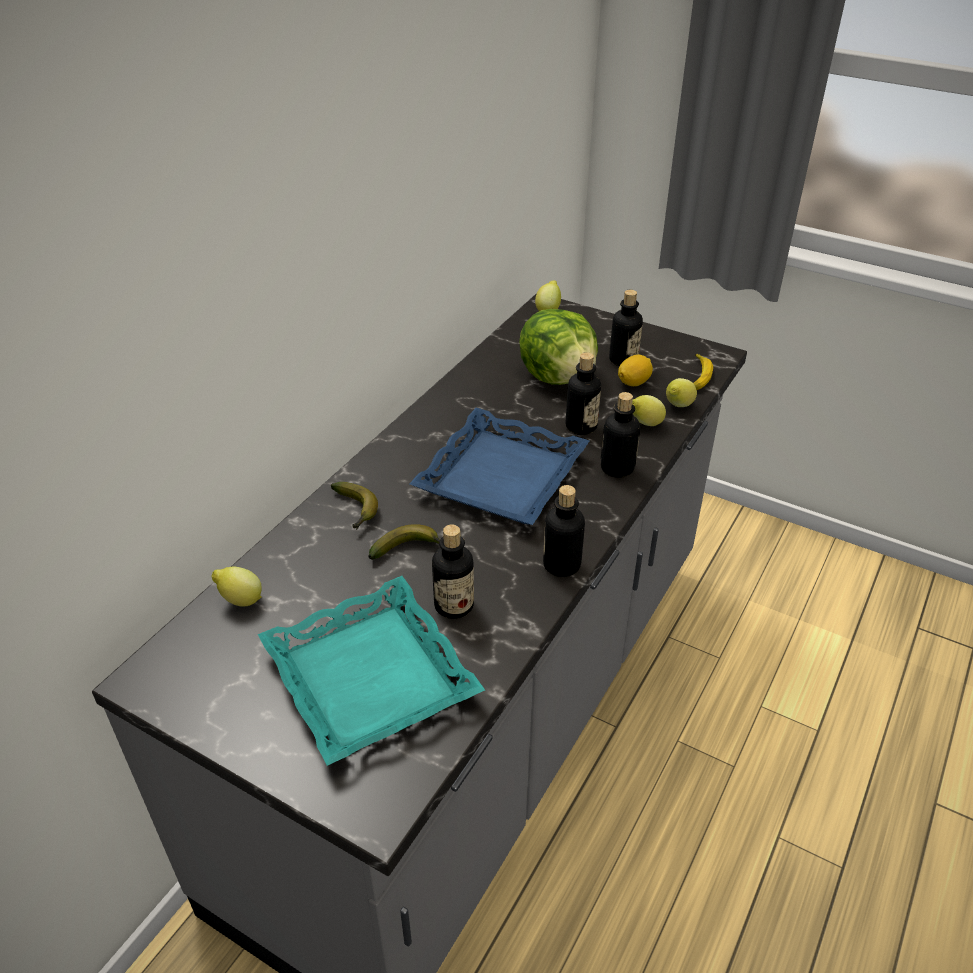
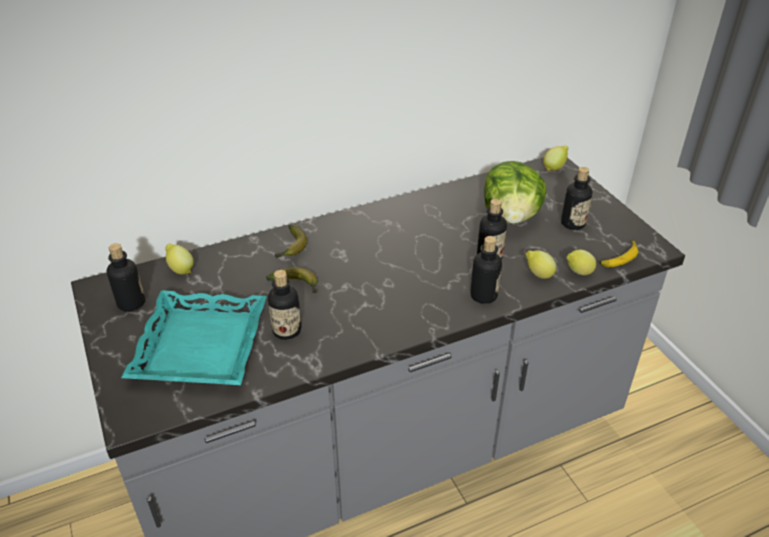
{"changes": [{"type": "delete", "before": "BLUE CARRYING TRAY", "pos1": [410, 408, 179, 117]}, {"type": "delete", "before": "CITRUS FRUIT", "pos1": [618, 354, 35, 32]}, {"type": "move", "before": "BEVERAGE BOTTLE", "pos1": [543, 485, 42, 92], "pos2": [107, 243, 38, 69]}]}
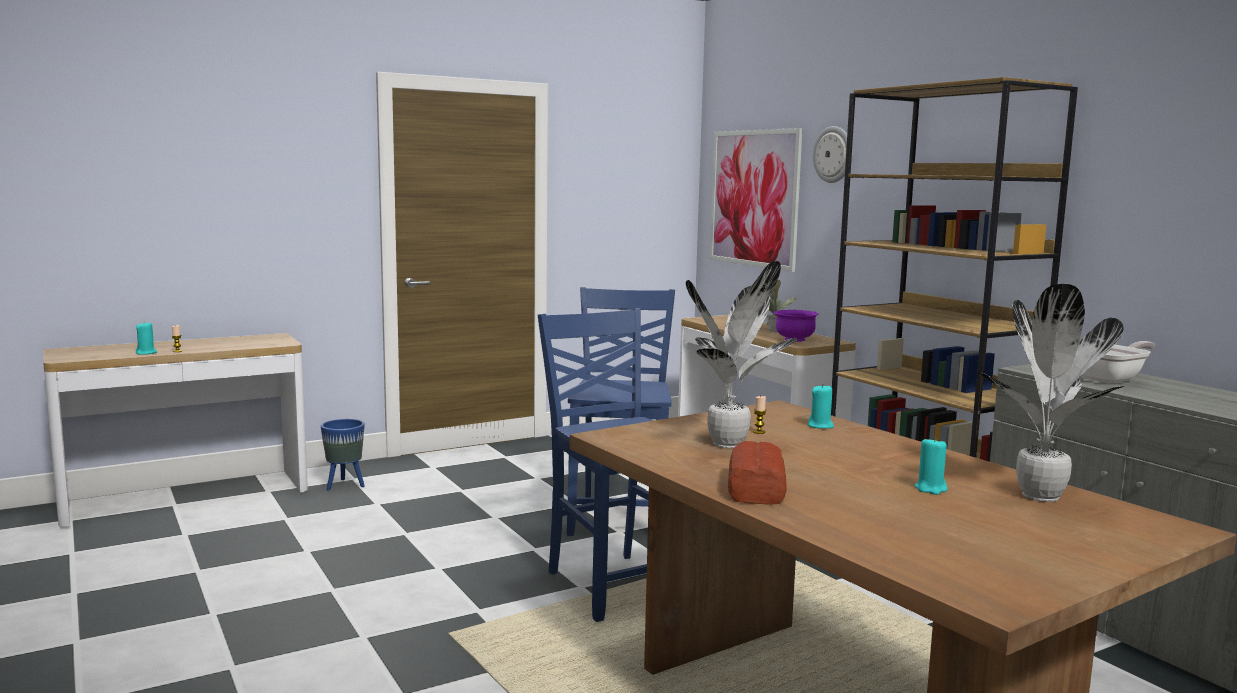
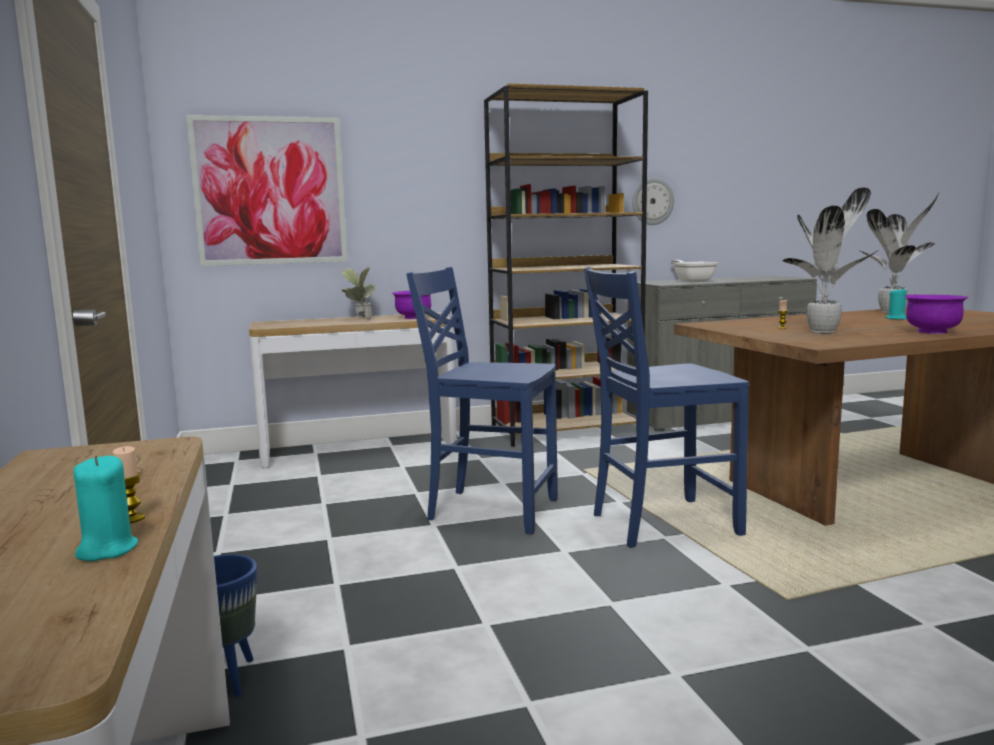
{"changes": [{"type": "delete", "before": "TURQUOISE-COLOURED CANDLE", "pos1": [808, 384, 26, 45]}, {"type": "move", "before": "HANGING CLOCK", "pos1": [813, 126, 39, 57], "pos2": [632, 178, 42, 47]}, {"type": "replace", "before": "BREAD", "after": "PURPLE-COLOURED BOWL", "pos1": [728, 441, 59, 64], "pos2": [903, 295, 66, 39]}]}
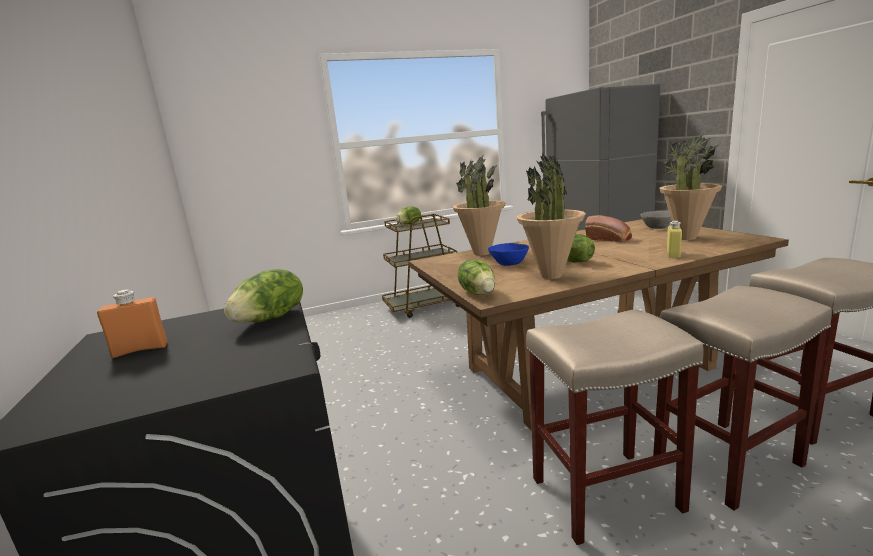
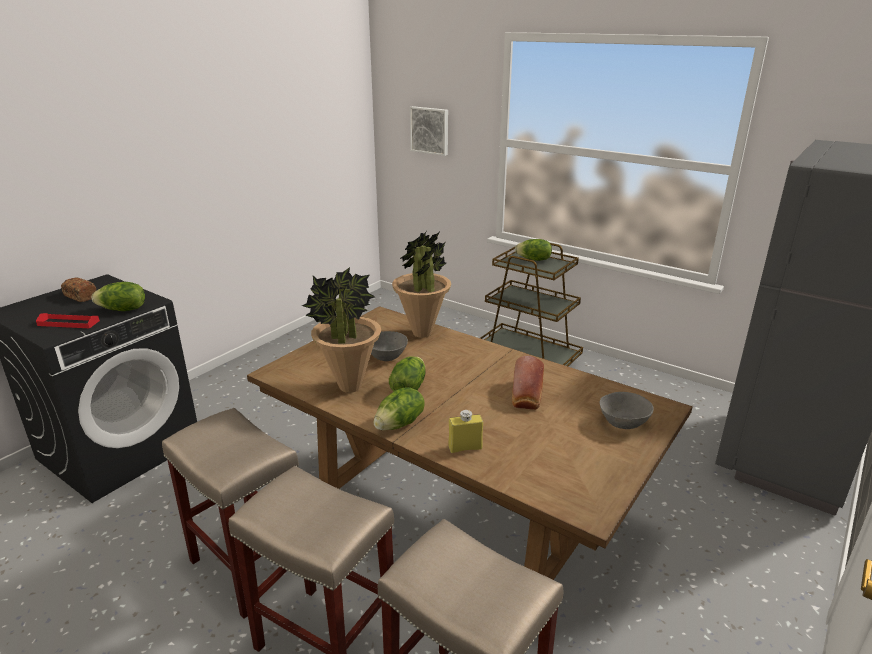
{"changes": [{"type": "delete", "before": "PLANT IN A POT", "pos1": [659, 133, 63, 107]}, {"type": "insert", "after": "RED CARRYING TRAY", "pos2": [36, 313, 64, 15]}, {"type": "insert", "after": "WALL PICTURE", "pos2": [410, 106, 38, 50]}, {"type": "move", "before": "LETTUCE HEAD", "pos1": [458, 260, 37, 35], "pos2": [374, 387, 51, 43]}, {"type": "replace", "before": "ORANGE BEVERAGE BOTTLE", "after": "BREAD", "pos1": [97, 289, 70, 69], "pos2": [61, 277, 36, 25]}, {"type": "recolor", "before": "BLUE BOWL", "after": "GREYISH BOWL", "pos1": [488, 243, 41, 23], "pos2": [371, 331, 37, 30]}]}
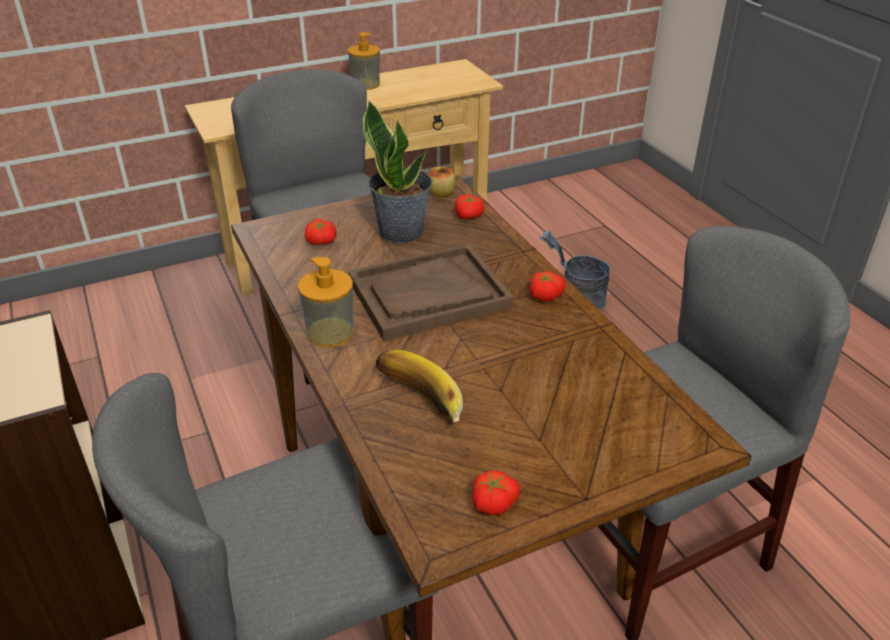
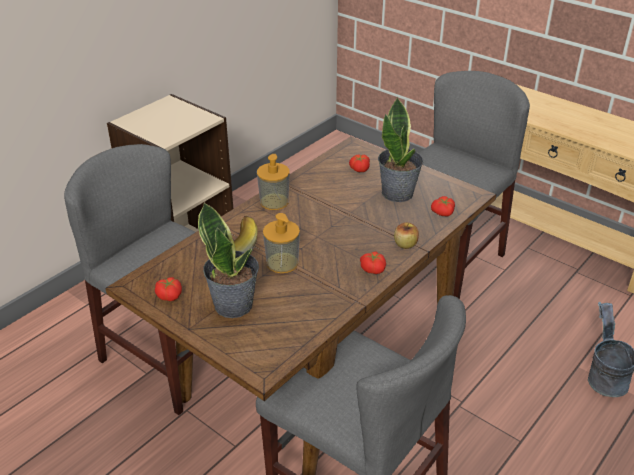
{"changes": [{"type": "delete", "before": "BROWNISH CARRYING TRAY", "pos1": [348, 244, 166, 97]}, {"type": "insert", "after": "PLANT IN A POT", "pos2": [198, 202, 61, 116]}, {"type": "move", "before": "SOAP BOTTLE", "pos1": [348, 32, 32, 58], "pos2": [263, 213, 37, 60]}, {"type": "move", "before": "APPLE FRUIT", "pos1": [428, 165, 28, 33], "pos2": [394, 222, 25, 27]}]}
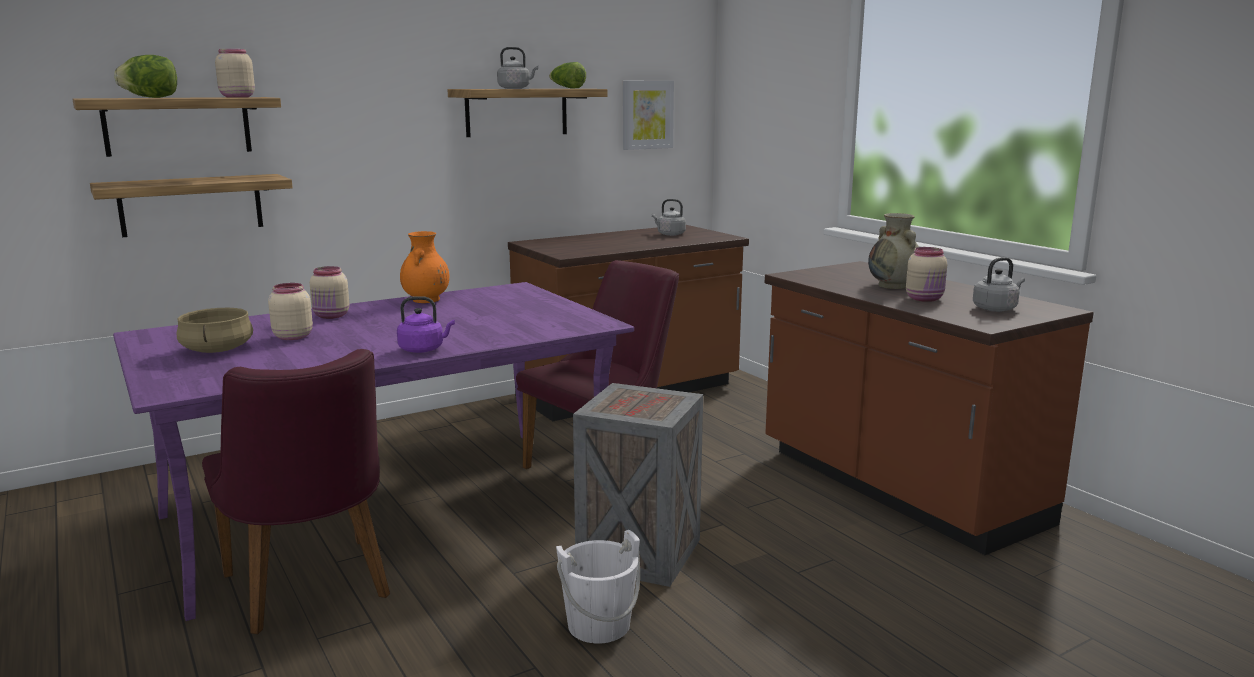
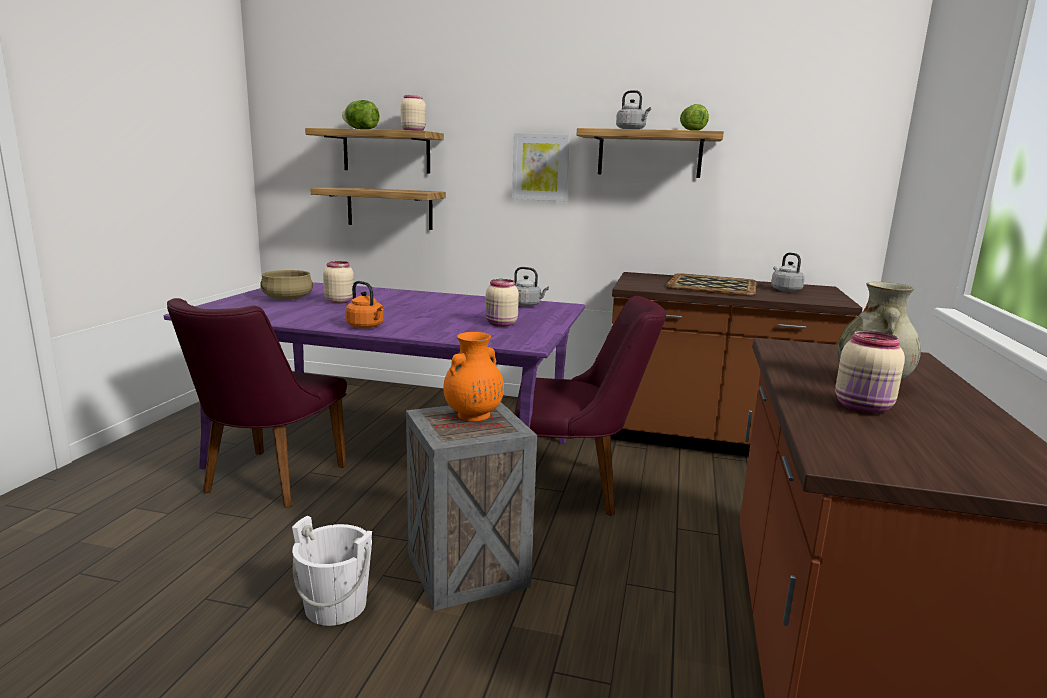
{"changes": [{"type": "insert", "after": "CARRYING TRAY", "pos2": [665, 273, 92, 23]}, {"type": "move", "before": "SAND-COLOURED JAR", "pos1": [310, 266, 39, 53], "pos2": [485, 279, 34, 48]}, {"type": "move", "before": "ORANGE VASE", "pos1": [400, 231, 50, 72], "pos2": [443, 332, 61, 90]}, {"type": "move", "before": "WALL PICTURE", "pos1": [623, 81, 51, 69], "pos2": [512, 133, 58, 68]}, {"type": "move", "before": "GREYISH TEA KETTLE", "pos1": [973, 257, 52, 55], "pos2": [514, 267, 35, 40]}, {"type": "recolor", "before": "PURPLE-COLOURED TEA KETTLE", "after": "ORANGE TEA KETTLE", "pos1": [397, 296, 58, 57], "pos2": [345, 281, 39, 47]}]}
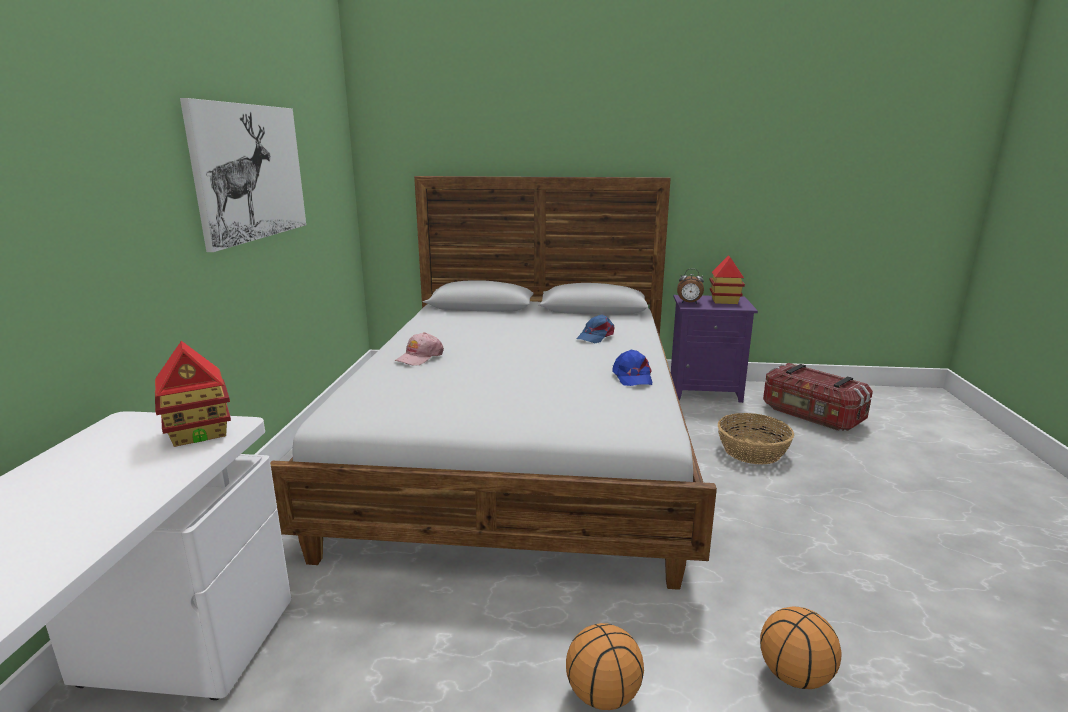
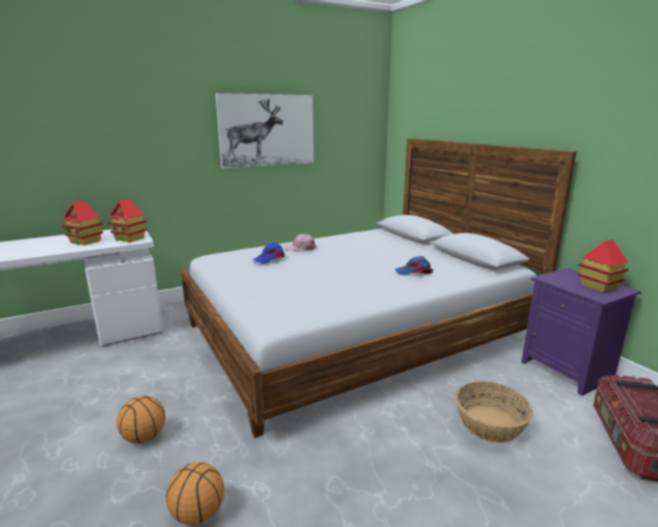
{"changes": [{"type": "delete", "before": "BEDSIDE CLOCK", "pos1": [677, 269, 27, 35]}, {"type": "insert", "after": "TOY HOUSE", "pos2": [62, 200, 41, 45]}, {"type": "move", "before": "BLUE CAP", "pos1": [612, 350, 40, 36], "pos2": [253, 242, 32, 22]}]}
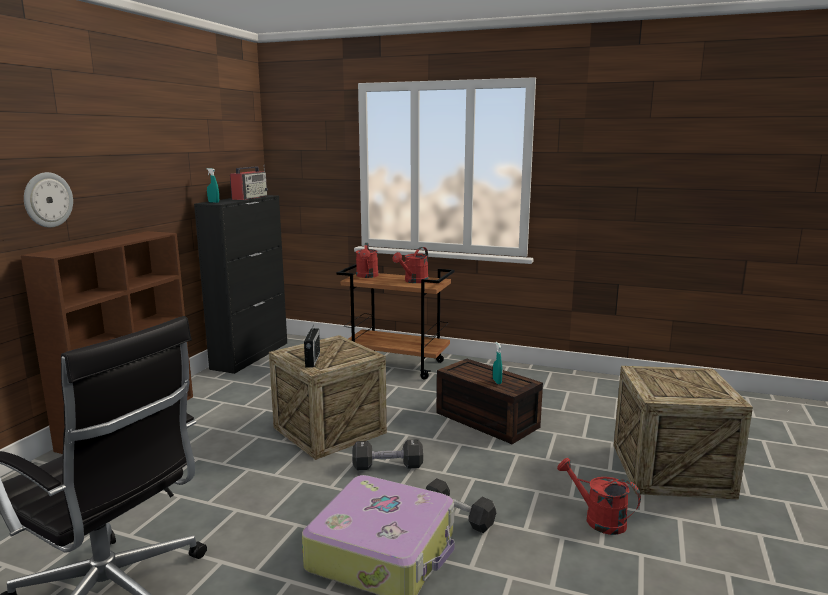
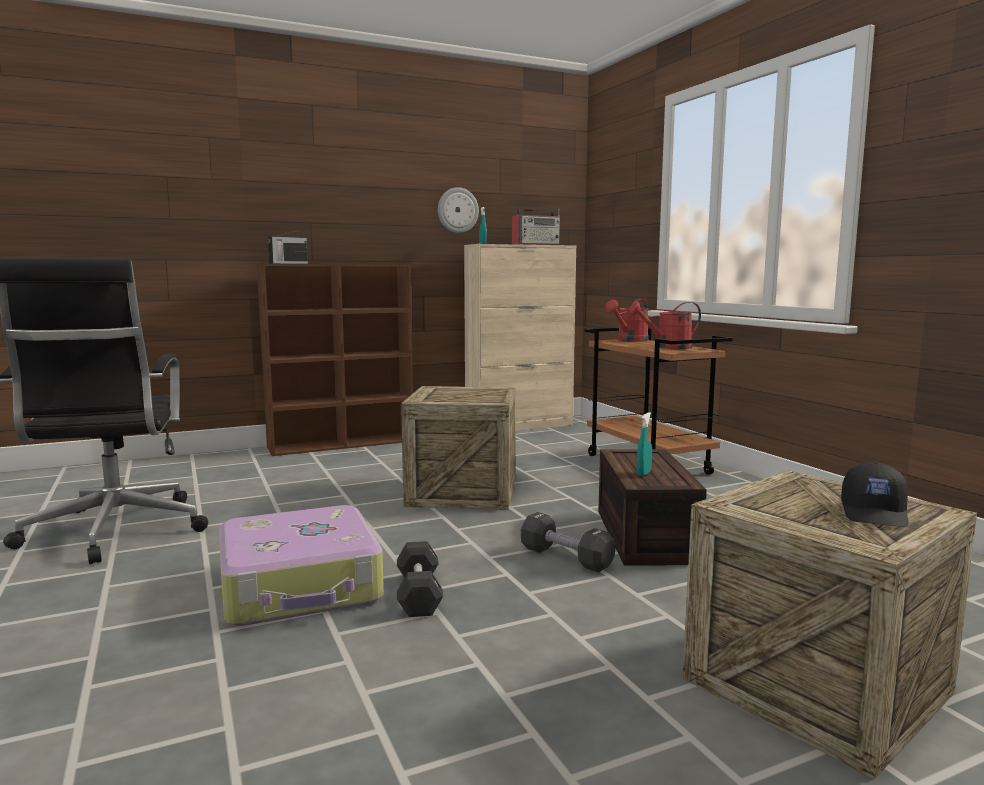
{"changes": [{"type": "delete", "before": "RED WATERING POT", "pos1": [557, 458, 84, 77]}, {"type": "insert", "after": "BLACKISH CAP", "pos2": [841, 462, 67, 65]}, {"type": "move", "before": "HANGING CLOCK", "pos1": [24, 172, 49, 56], "pos2": [438, 187, 41, 46]}, {"type": "move", "before": "RADIO SET", "pos1": [304, 325, 16, 42], "pos2": [267, 230, 41, 34]}, {"type": "move", "before": "BLACKISH HAND WEIGHT", "pos1": [352, 440, 71, 30], "pos2": [521, 512, 94, 60]}, {"type": "recolor", "before": "BLACKISH CABINET", "after": "SAND-COLOURED CABINET", "pos1": [194, 195, 93, 179], "pos2": [464, 244, 112, 187]}]}
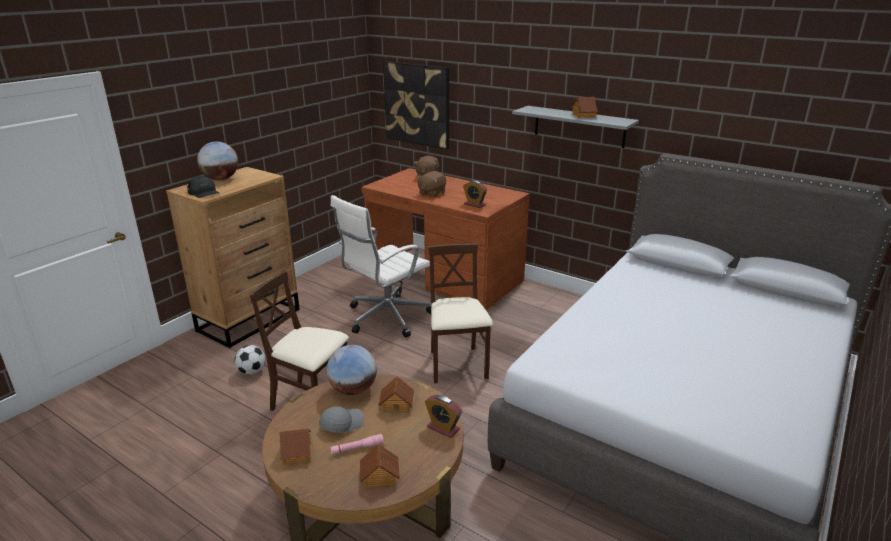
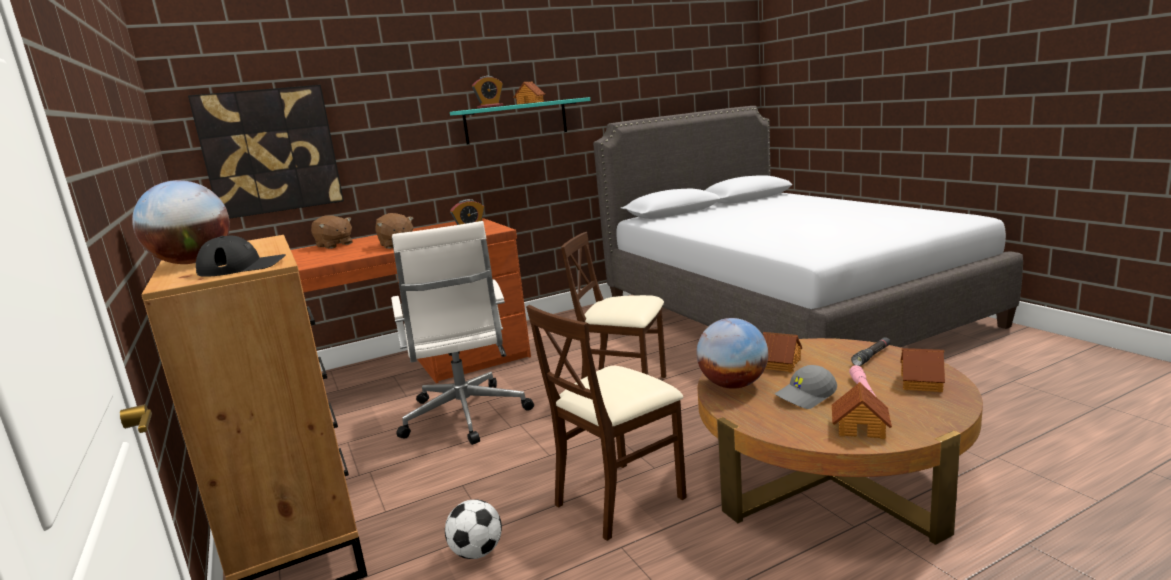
{"changes": [{"type": "insert", "after": "BLACKISH FLASHLIGHT", "pos2": [851, 337, 40, 29]}, {"type": "move", "before": "BEDSIDE CLOCK", "pos1": [425, 395, 37, 43], "pos2": [472, 76, 31, 32]}, {"type": "recolor", "before": "GREYISH BRACKET SHELF", "after": "TURQUOISE-COLOURED BRACKET SHELF", "pos1": [512, 106, 127, 42], "pos2": [450, 97, 140, 47]}, {"type": "rotate", "before": "GREYISH CAP", "pos1": [319, 406, 45, 27], "pos2": [775, 365, 62, 44], "turn": -105}]}
